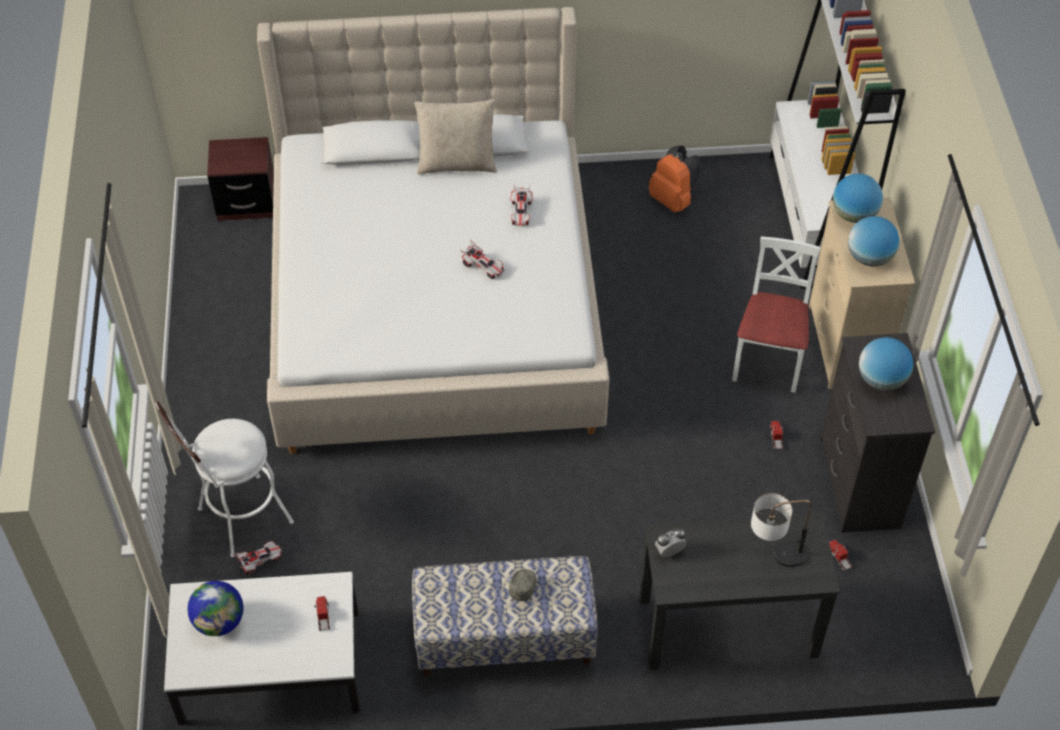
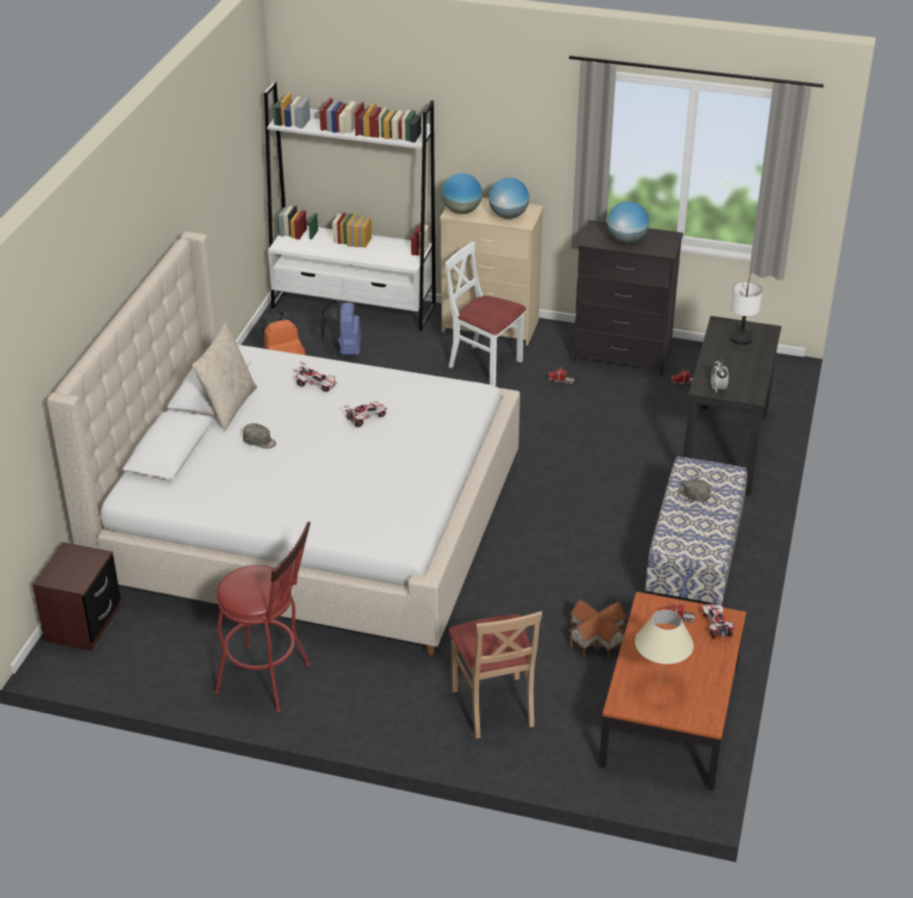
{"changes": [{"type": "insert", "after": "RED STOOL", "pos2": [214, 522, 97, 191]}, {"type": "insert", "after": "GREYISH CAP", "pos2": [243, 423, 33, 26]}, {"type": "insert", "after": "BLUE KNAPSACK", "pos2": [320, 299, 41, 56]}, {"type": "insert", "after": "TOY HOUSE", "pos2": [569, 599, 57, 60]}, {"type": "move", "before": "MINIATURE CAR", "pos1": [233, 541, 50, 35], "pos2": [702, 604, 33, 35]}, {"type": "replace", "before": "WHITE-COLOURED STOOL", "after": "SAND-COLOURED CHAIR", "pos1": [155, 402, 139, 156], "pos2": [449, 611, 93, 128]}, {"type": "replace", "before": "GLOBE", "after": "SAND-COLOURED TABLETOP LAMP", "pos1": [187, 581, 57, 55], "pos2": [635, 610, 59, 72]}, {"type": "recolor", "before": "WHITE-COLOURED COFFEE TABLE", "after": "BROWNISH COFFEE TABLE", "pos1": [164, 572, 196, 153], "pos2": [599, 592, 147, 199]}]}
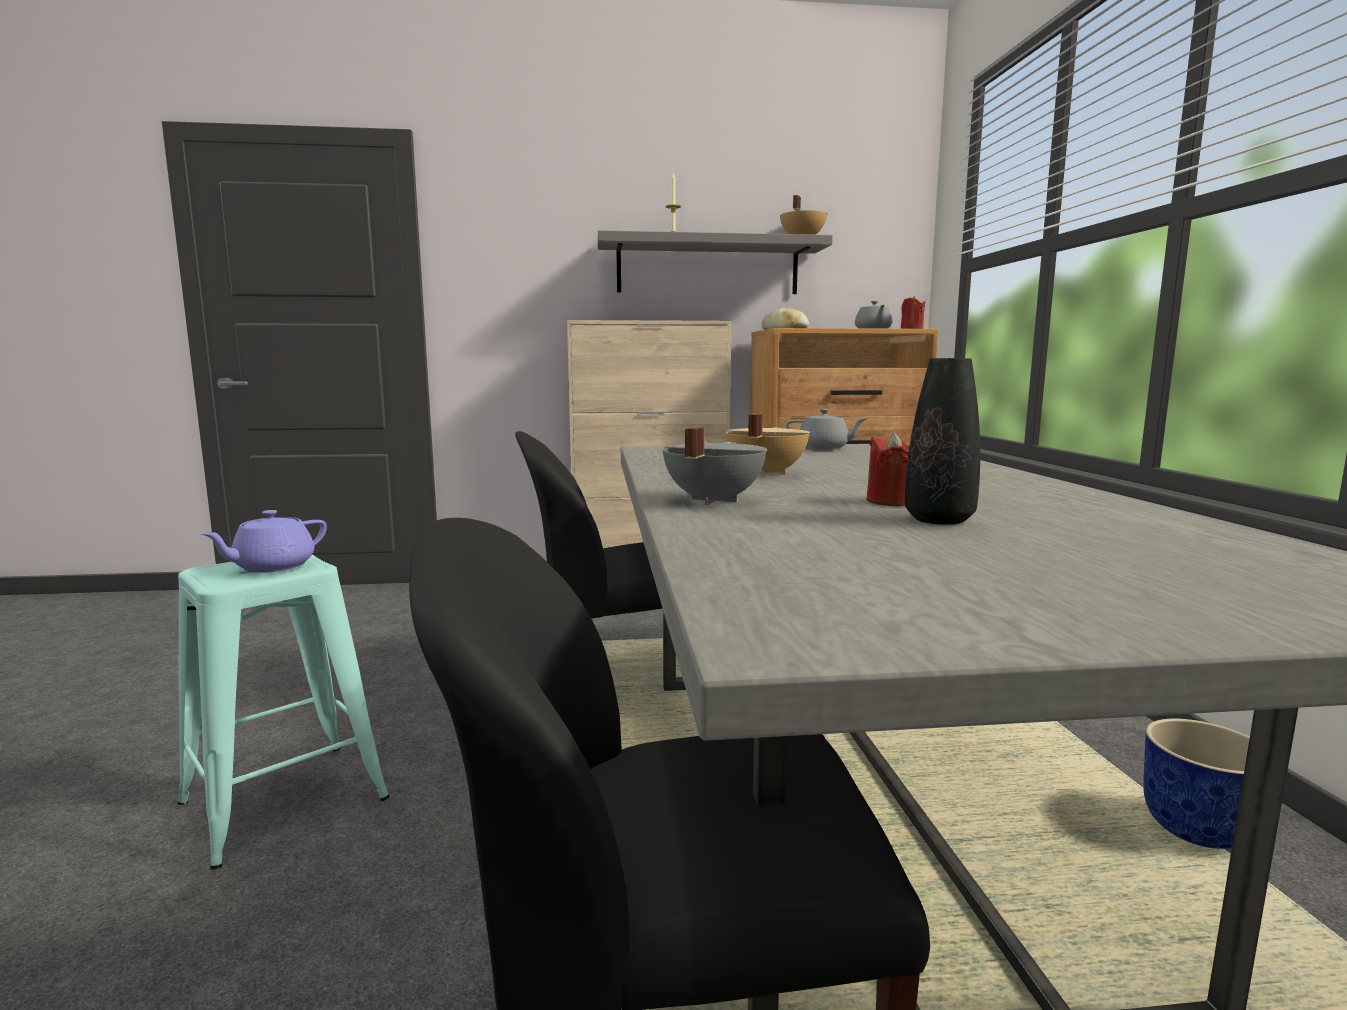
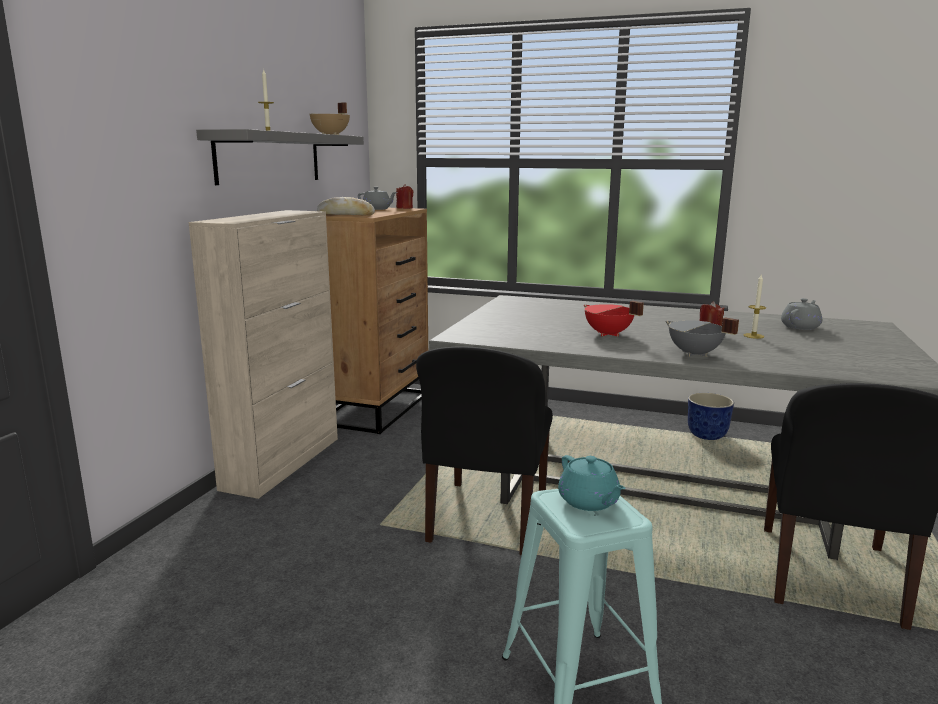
{"changes": [{"type": "move", "before": "GREYISH POT FOR TEA", "pos1": [786, 409, 82, 41], "pos2": [781, 298, 41, 32]}, {"type": "replace", "before": "BLACKISH VASE", "after": "CANDLE", "pos1": [905, 358, 75, 167], "pos2": [744, 275, 22, 64]}, {"type": "recolor", "before": "PURPLE-COLOURED POT FOR TEA", "after": "TURQUOISE-COLOURED POT FOR TEA", "pos1": [201, 510, 126, 63], "pos2": [558, 455, 68, 56]}, {"type": "recolor", "before": "SAND-COLOURED SAUCEPOT", "after": "RED SAUCEPOT", "pos1": [726, 413, 84, 64], "pos2": [583, 301, 61, 35]}]}
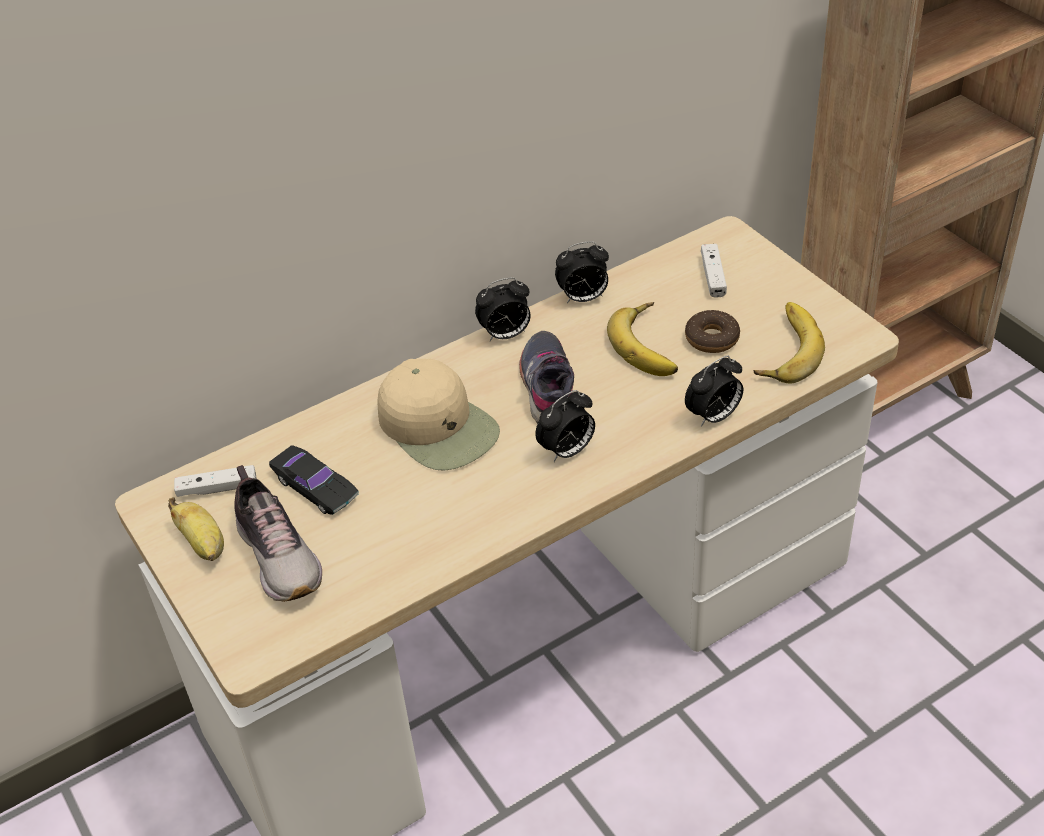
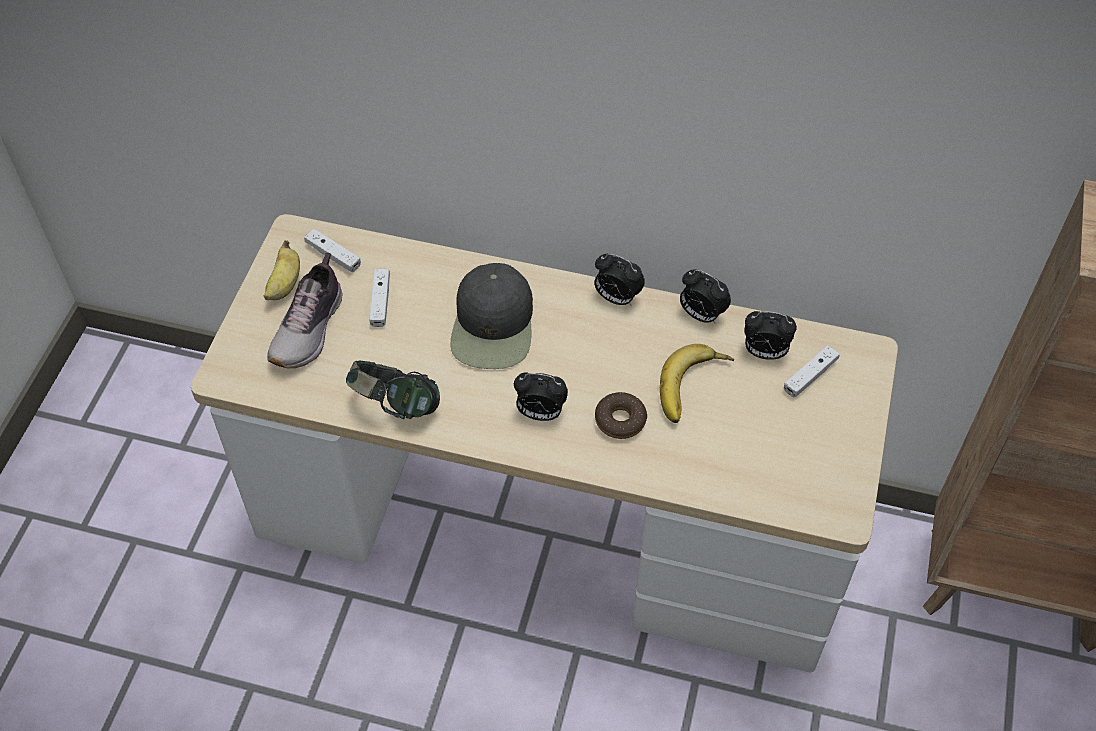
{"changes": [{"type": "delete", "before": "GREYISH SHOE", "pos1": [519, 331, 55, 92]}, {"type": "delete", "before": "BANANA", "pos1": [753, 302, 72, 82]}, {"type": "insert", "after": "PAIR OF HEADPHONES", "pos2": [346, 360, 94, 59]}, {"type": "move", "before": "DOUGHNUT", "pos1": [685, 310, 55, 43], "pos2": [595, 392, 52, 47]}, {"type": "move", "before": "BEDSIDE CLOCK", "pos1": [685, 355, 58, 72], "pos2": [744, 311, 53, 49]}, {"type": "replace", "before": "BLACKISH MINIATURE CAR", "after": "WHITE-COLOURED GAMEPAD", "pos1": [269, 445, 90, 70], "pos2": [369, 269, 21, 58]}, {"type": "recolor", "before": "SAND-COLOURED CAP", "after": "BLACKISH CAP", "pos1": [377, 359, 123, 112], "pos2": [450, 263, 83, 106]}]}
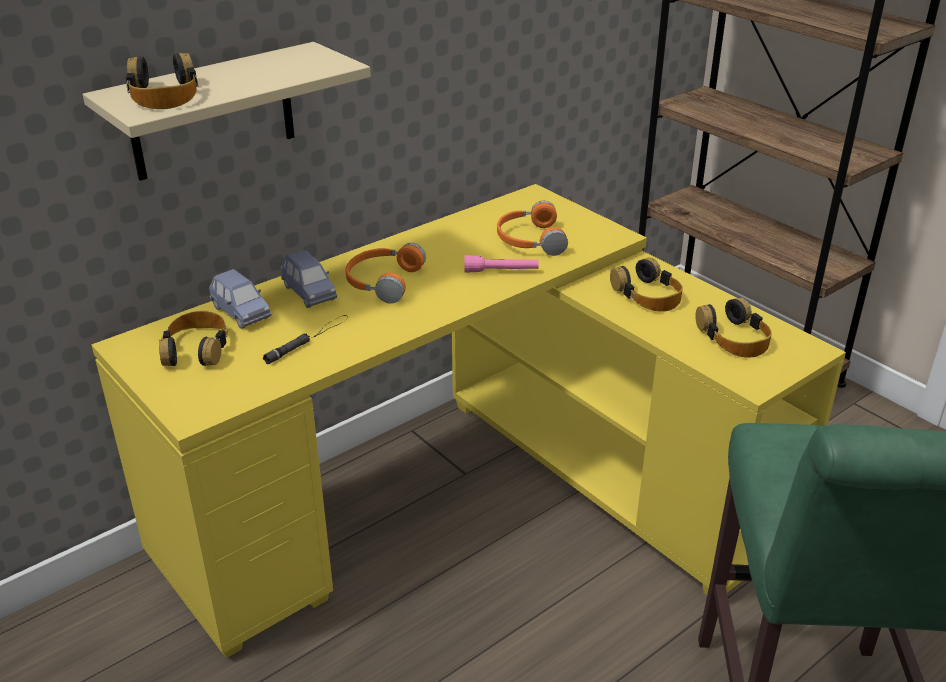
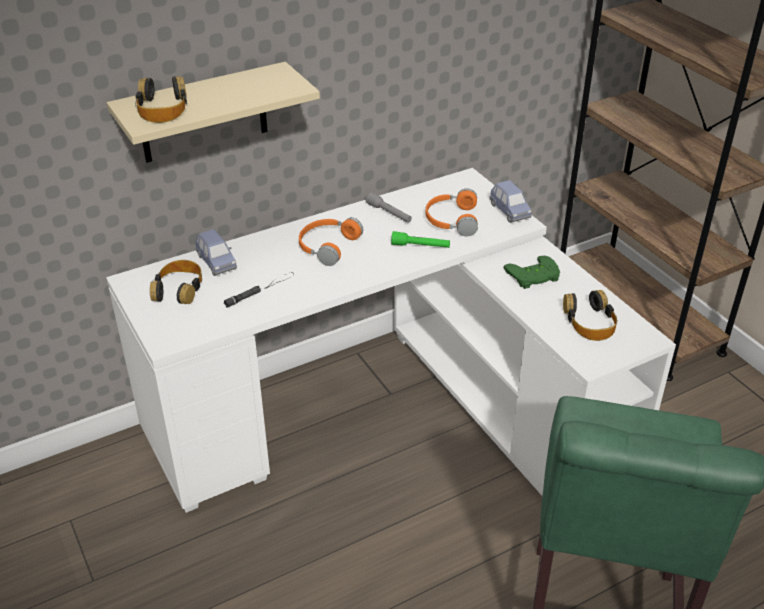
{"changes": [{"type": "insert", "after": "GREYISH FLASHLIGHT", "pos2": [366, 192, 46, 31]}, {"type": "move", "before": "BLUE MINIATURE CAR", "pos1": [281, 250, 56, 58], "pos2": [489, 180, 43, 43]}, {"type": "replace", "before": "PAIR OF HEADPHONES", "after": "GREEN GAMEPAD", "pos1": [610, 257, 73, 55], "pos2": [504, 256, 56, 33]}, {"type": "recolor", "before": "YELLOW DESK UNIT", "after": "WHITE-COLOURED DESK UNIT", "pos1": [92, 184, 754, 474], "pos2": [106, 168, 570, 345]}, {"type": "recolor", "before": "PINK-COLOURED FLASHLIGHT", "after": "GREEN FLASHLIGHT", "pos1": [464, 255, 75, 18], "pos2": [391, 231, 59, 17]}]}
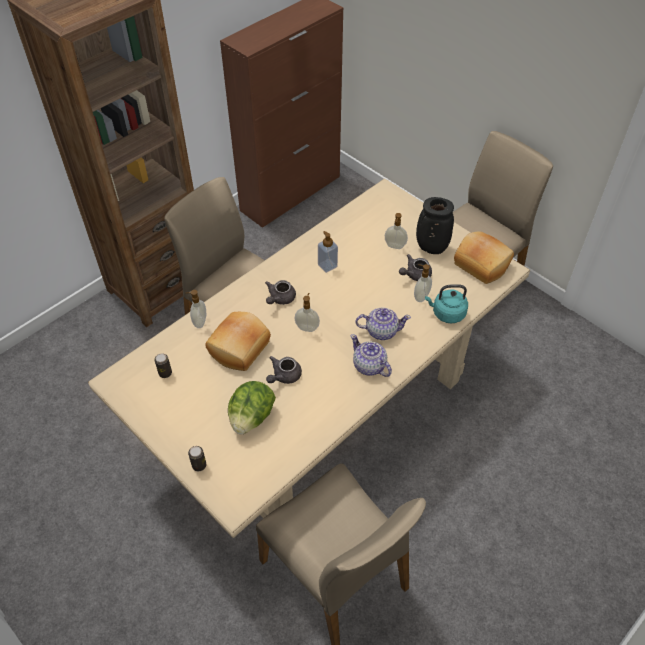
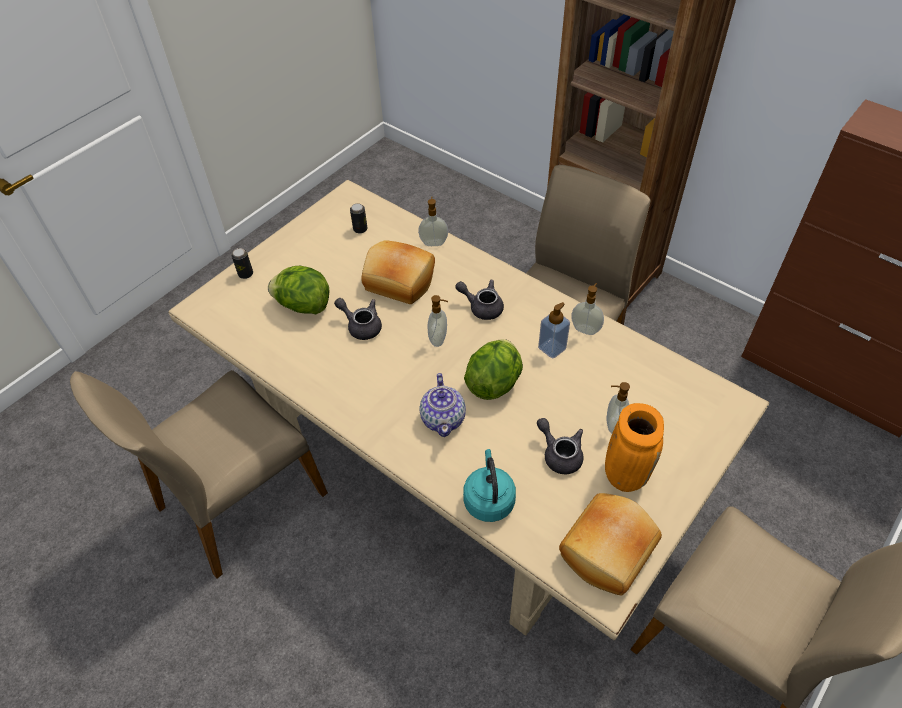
{"changes": [{"type": "delete", "before": "POT FOR TEA", "pos1": [351, 334, 41, 43]}, {"type": "insert", "after": "LETTUCE HEAD", "pos2": [464, 339, 59, 61]}, {"type": "move", "before": "SOAP BOTTLE", "pos1": [414, 264, 18, 38], "pos2": [571, 283, 33, 52]}, {"type": "recolor", "before": "BLACKISH VASE", "after": "ORANGE VASE", "pos1": [416, 197, 38, 57], "pos2": [605, 403, 59, 89]}]}
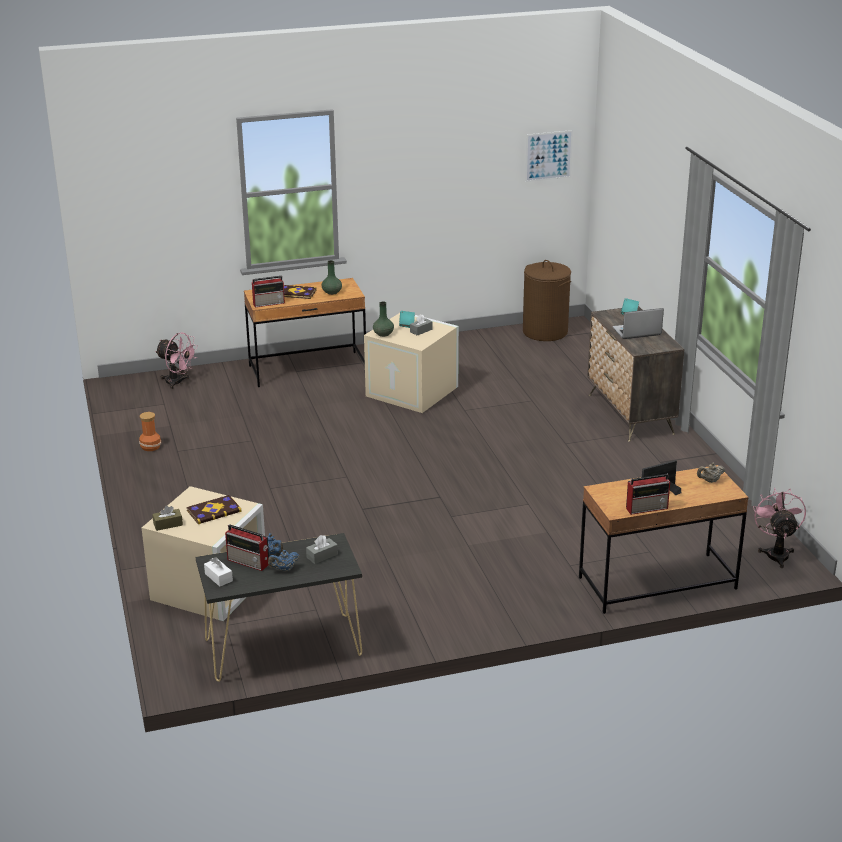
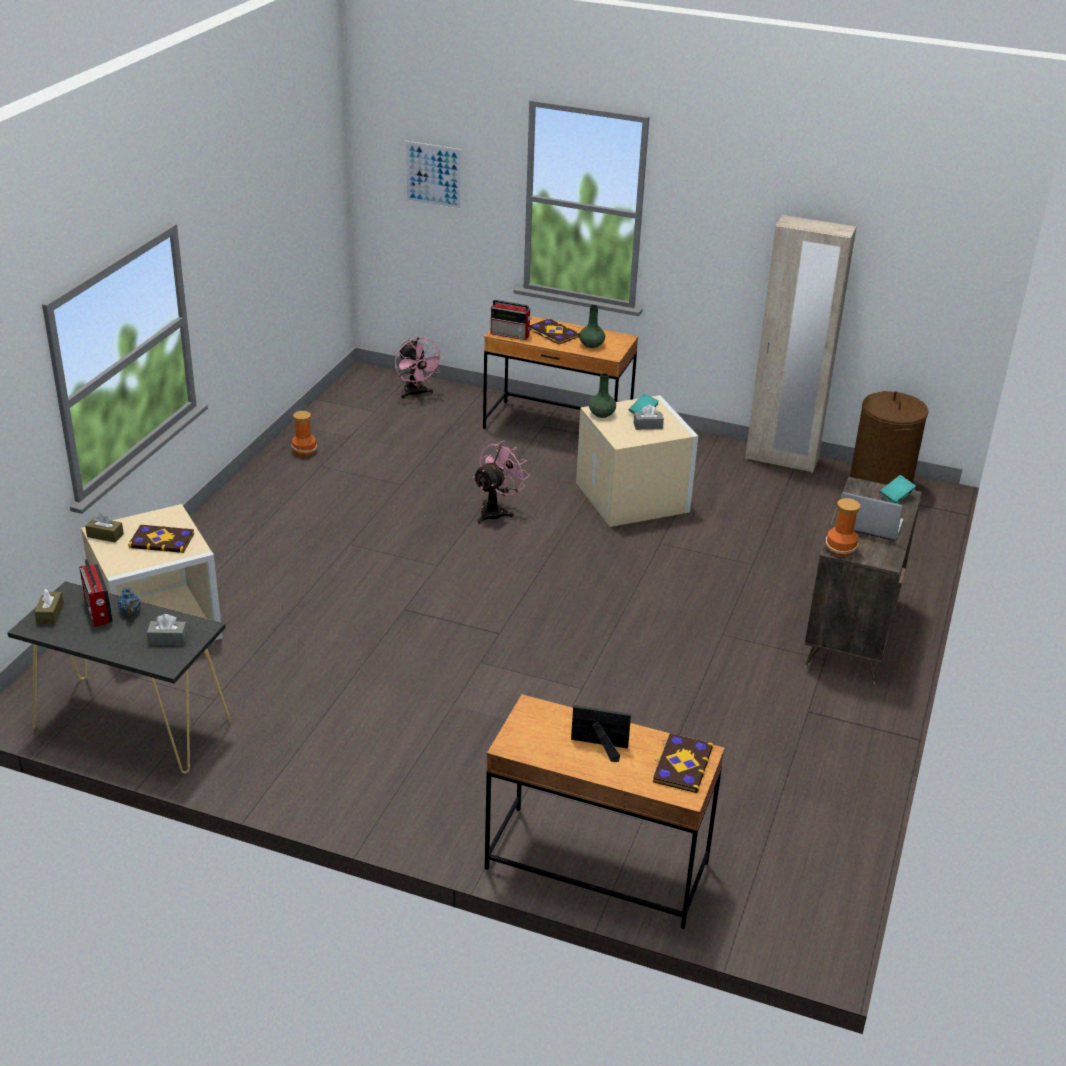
{"changes": [{"type": "delete", "before": "BLUE POT FOR TEA", "pos1": [268, 550, 32, 21]}, {"type": "delete", "before": "RADIO SET", "pos1": [626, 474, 44, 41]}, {"type": "insert", "after": "SAND-COLOURED ARMOIRE", "pos2": [745, 215, 111, 258]}, {"type": "insert", "after": "VASE", "pos2": [826, 498, 34, 59]}, {"type": "move", "before": "WALL PICTURE", "pos1": [525, 130, 48, 52], "pos2": [404, 141, 59, 70]}, {"type": "move", "before": "PINK-COLOURED FAN", "pos1": [753, 488, 53, 80], "pos2": [473, 440, 57, 84]}, {"type": "replace", "before": "SAND-COLOURED POT FOR TEA", "after": "VOLUME", "pos1": [697, 463, 28, 20], "pos2": [652, 733, 62, 60]}, {"type": "recolor", "before": "WHITE-COLOURED TISSUE BOX", "after": "BROWNISH TISSUE BOX", "pos1": [204, 557, 29, 30], "pos2": [34, 589, 30, 35]}]}
